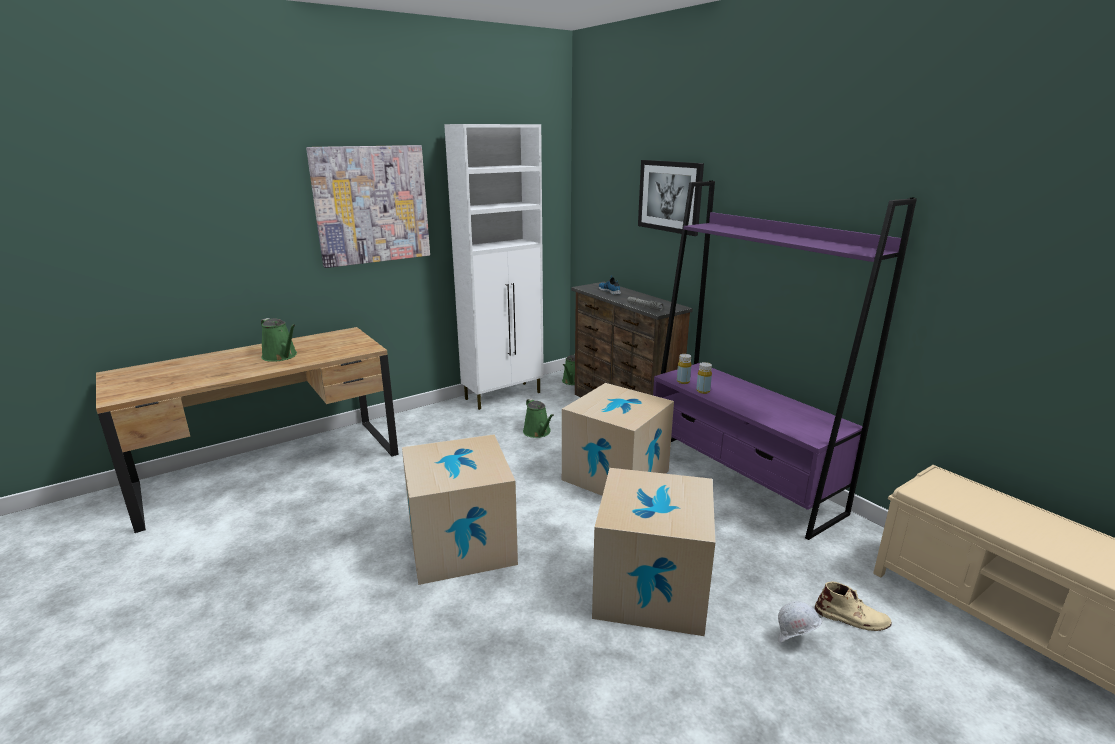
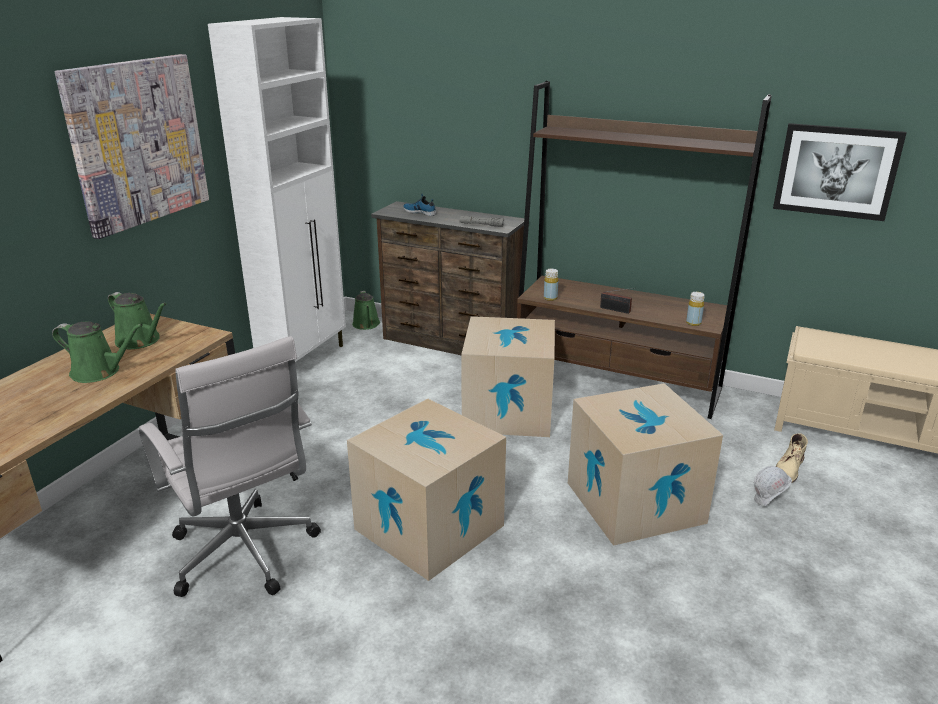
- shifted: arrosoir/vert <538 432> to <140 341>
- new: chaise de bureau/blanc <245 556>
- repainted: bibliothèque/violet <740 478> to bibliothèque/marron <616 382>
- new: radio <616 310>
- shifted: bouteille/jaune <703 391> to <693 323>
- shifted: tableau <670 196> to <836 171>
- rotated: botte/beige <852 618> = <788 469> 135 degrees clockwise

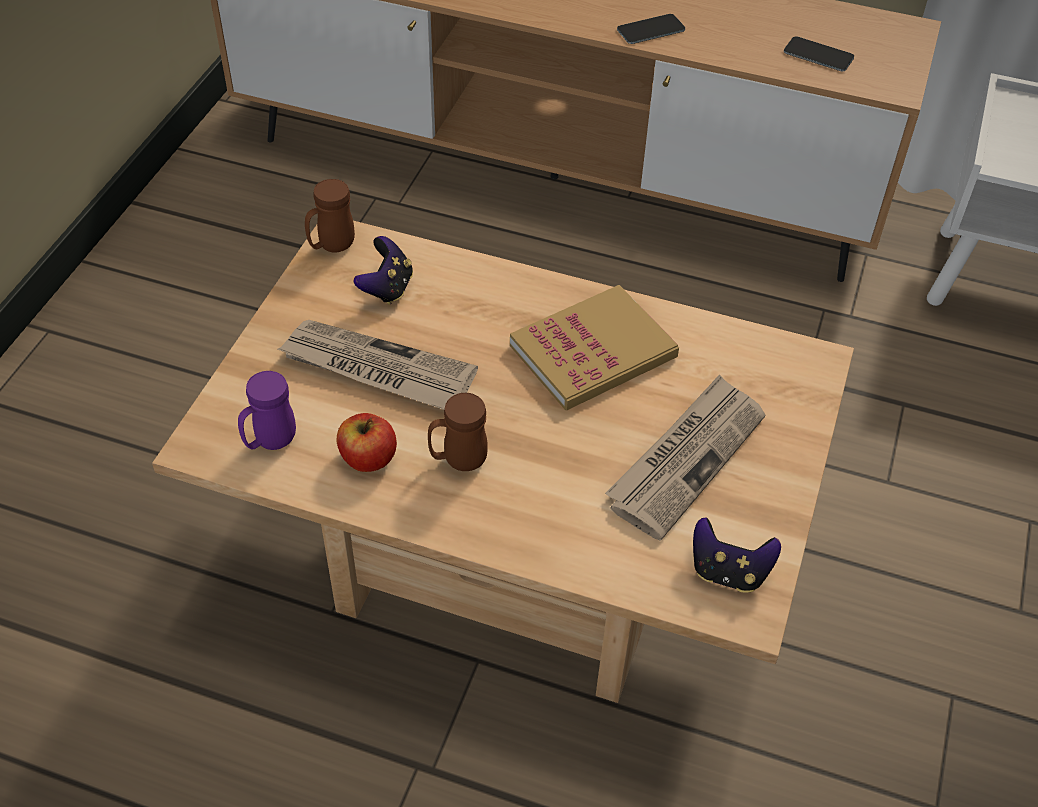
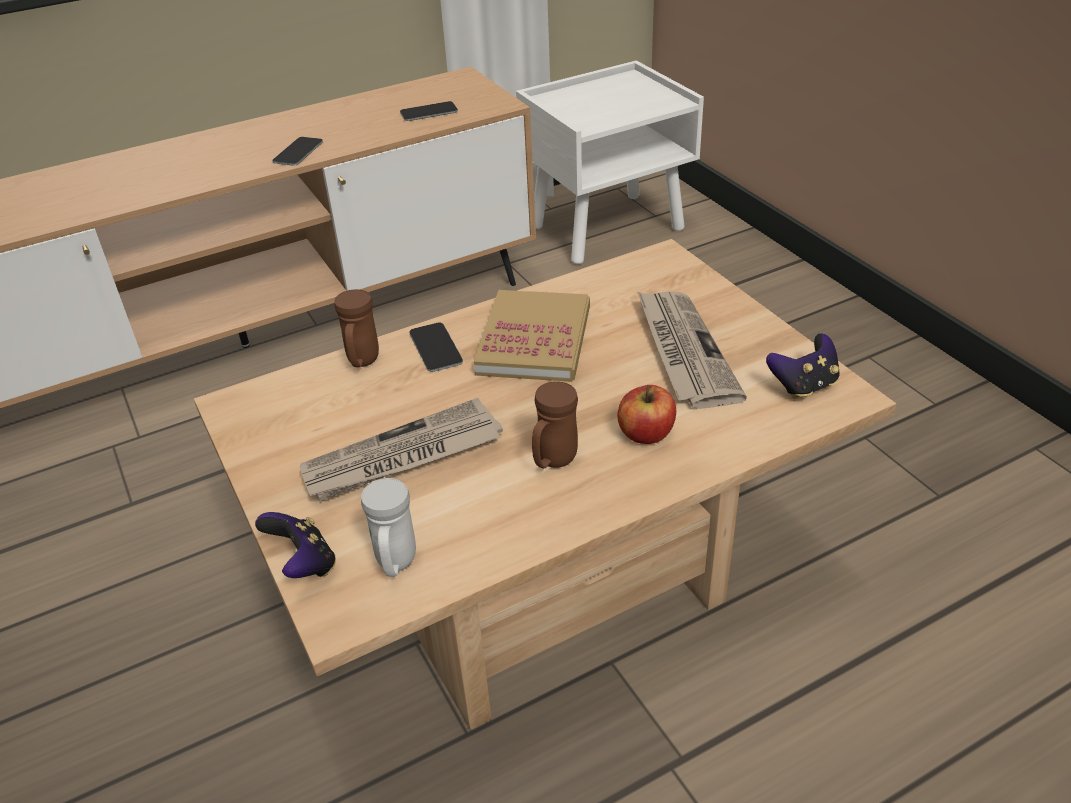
- shifted: manette <387 288> to <304 564>
- shifted: mug/marron <331 246> to <362 362>
- repainted: mug/violet <270 442> to mug/blanc <396 564>
- new: téléphone <435 348>
- shifted: pomme <368 458> to <646 434>

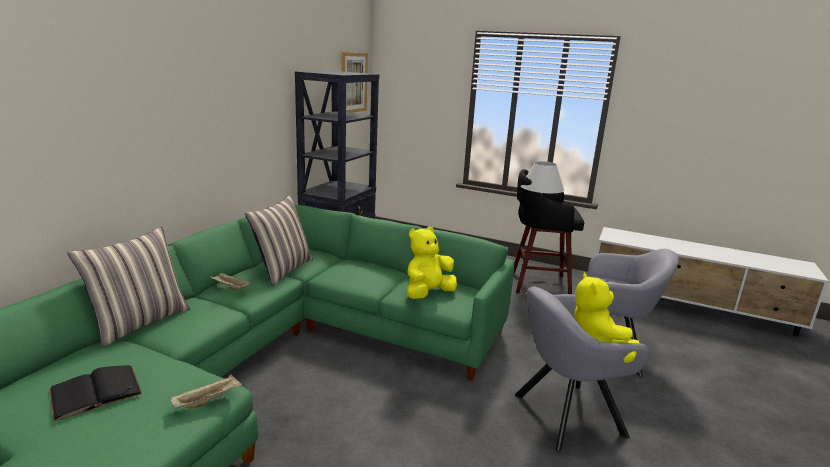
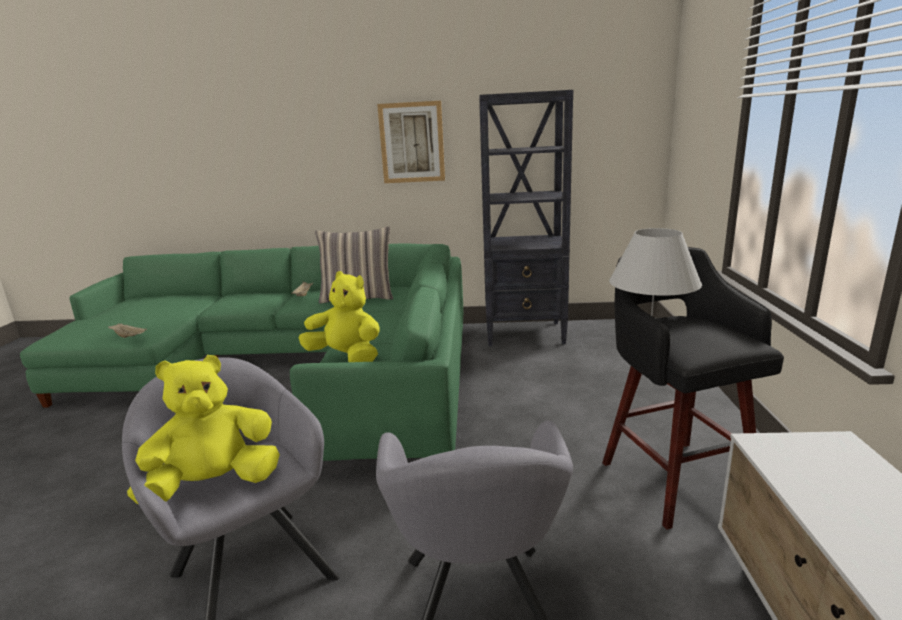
- shifted: tableau <354 82> to <412 142>
- gone: livre/noir <95 391>
- gone: coussin <140 322>

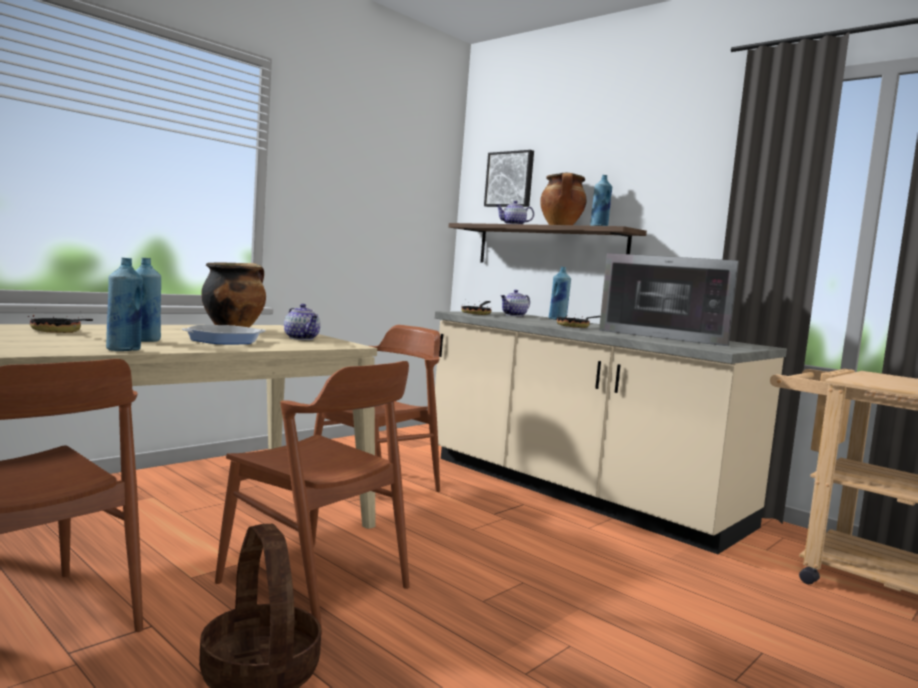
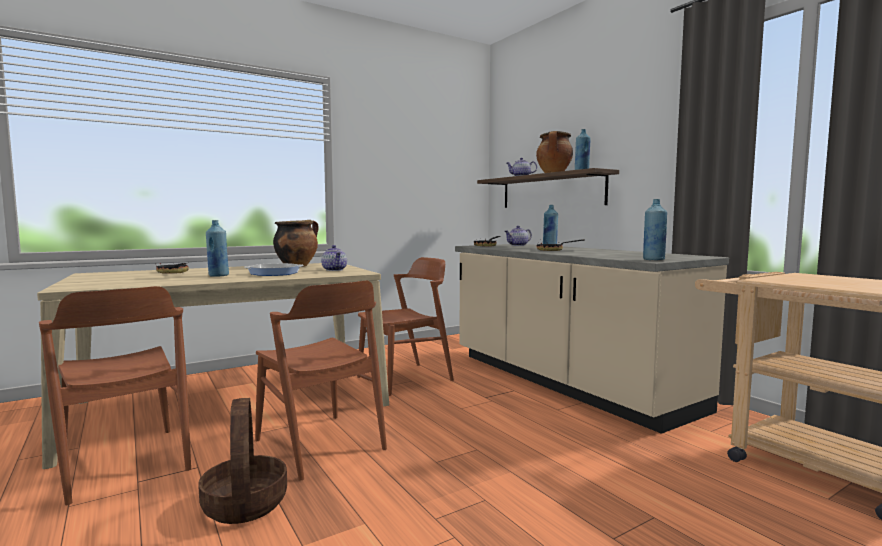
- shifted: bouteille/bleu <123 350> to <653 260>
- gone: tableau <510 179>
- gone: micro-ondes <670 336>

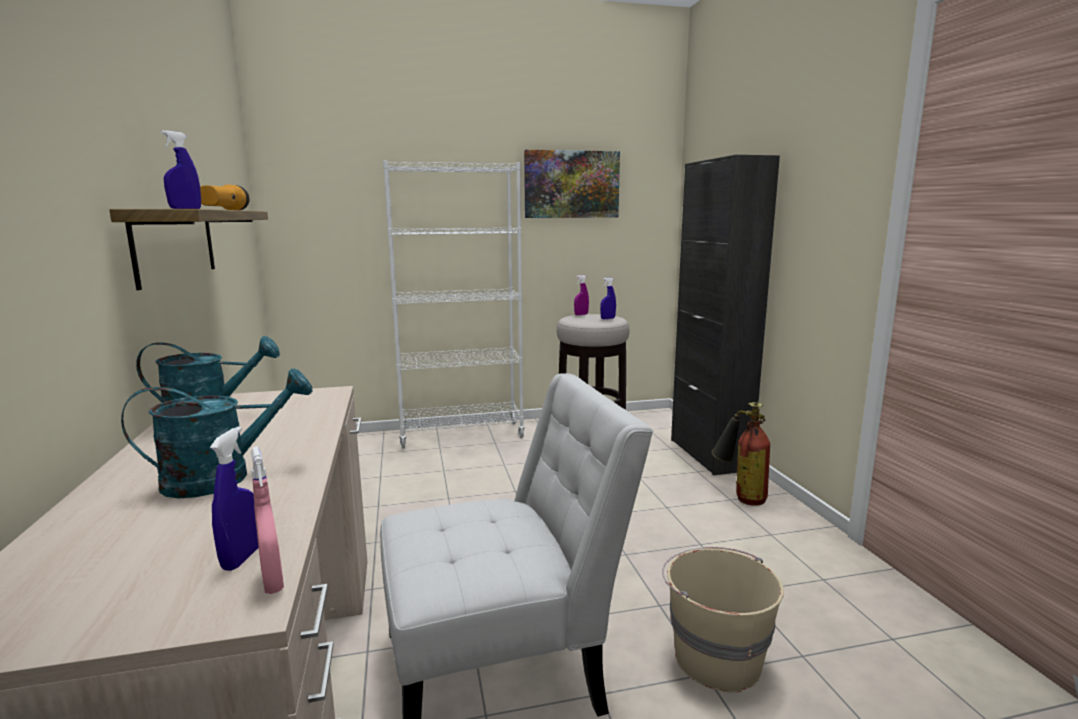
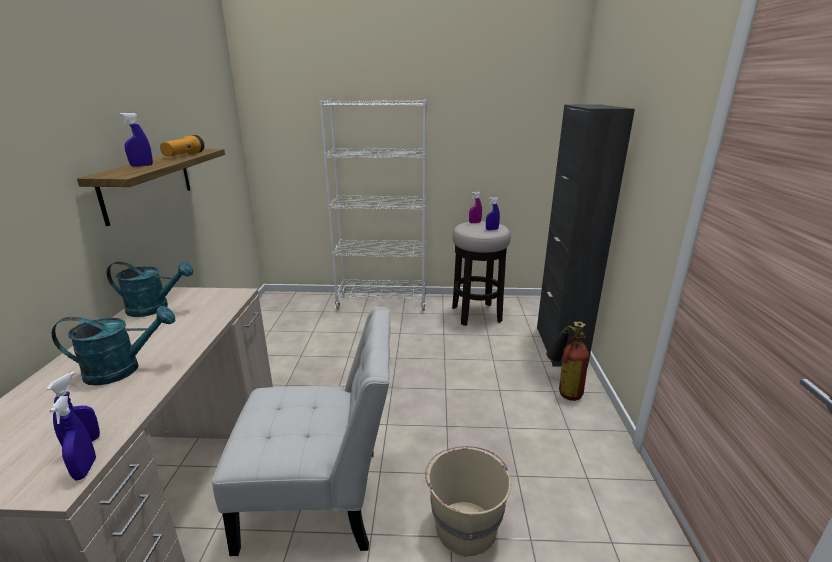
- repainted: vaporisateur/rose <272 582> to vaporisateur/bleu <85 469>
- gone: tableau <571 184>

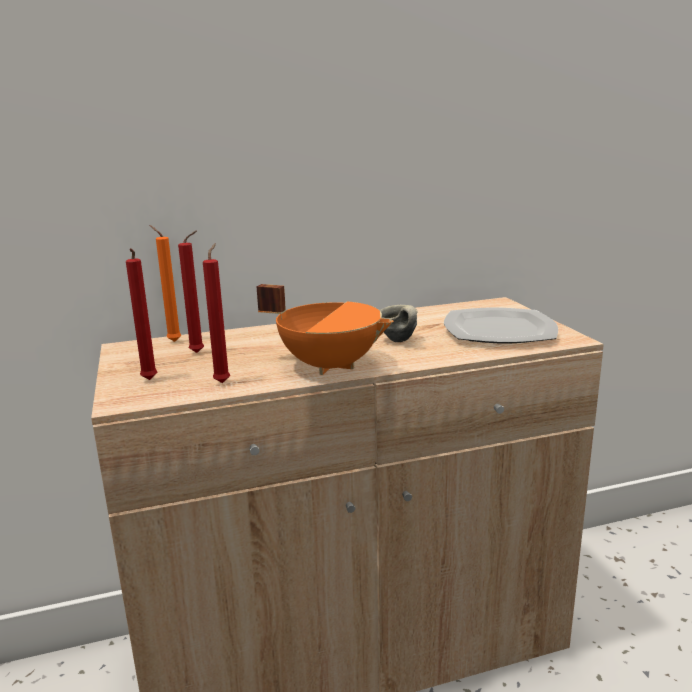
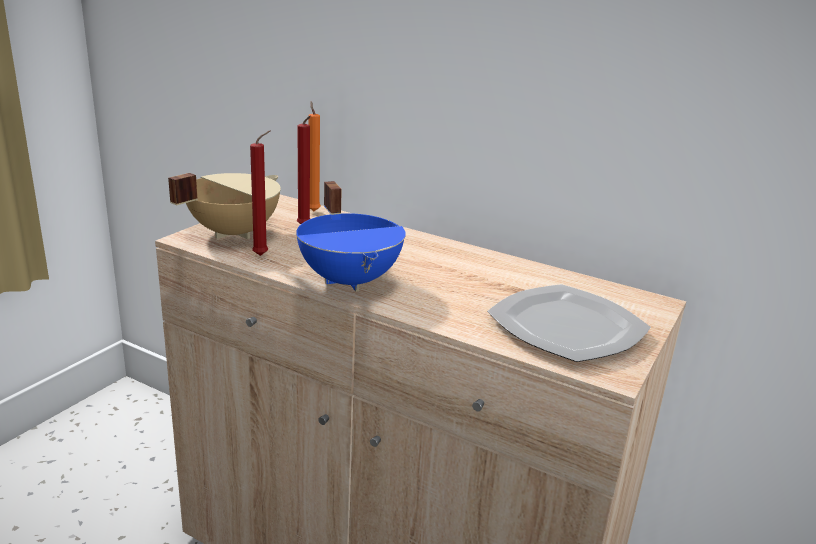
- swapped: bougie/rouge <149 381> to marmite/beige <232 232>
- repainted: marmite/orange <330 365> to marmite/bleu <351 280>
- gone: mug/gris <397 341>

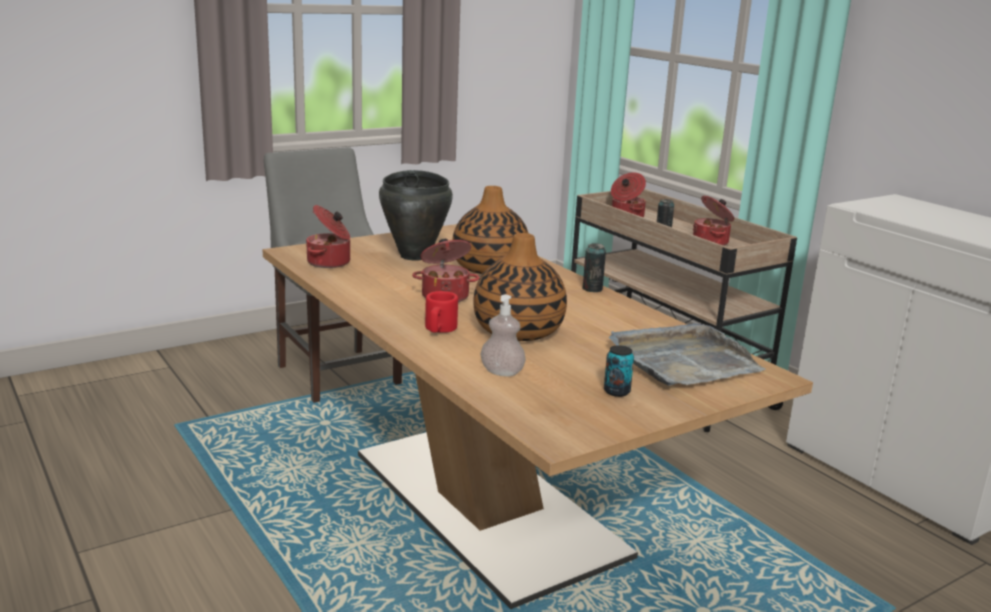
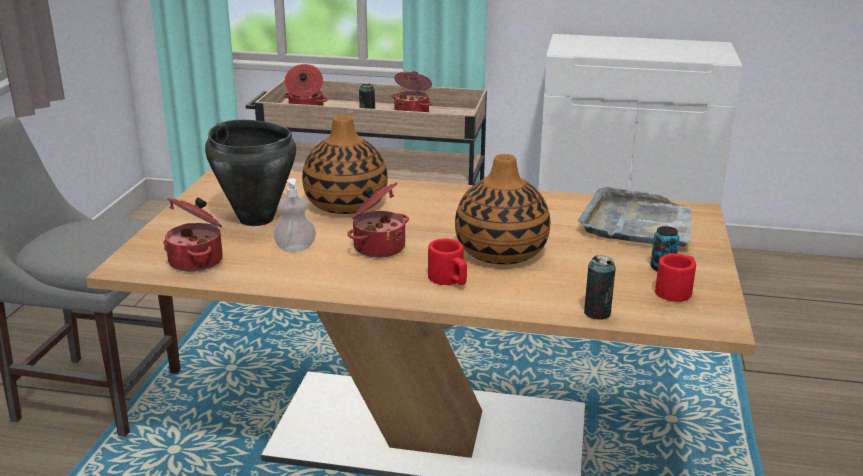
- shifted: distributeur de savon <502 372> to <295 248>
- shifted: boîte métallique <592 289> to <597 313>
- new: mug/rouge <676 290>

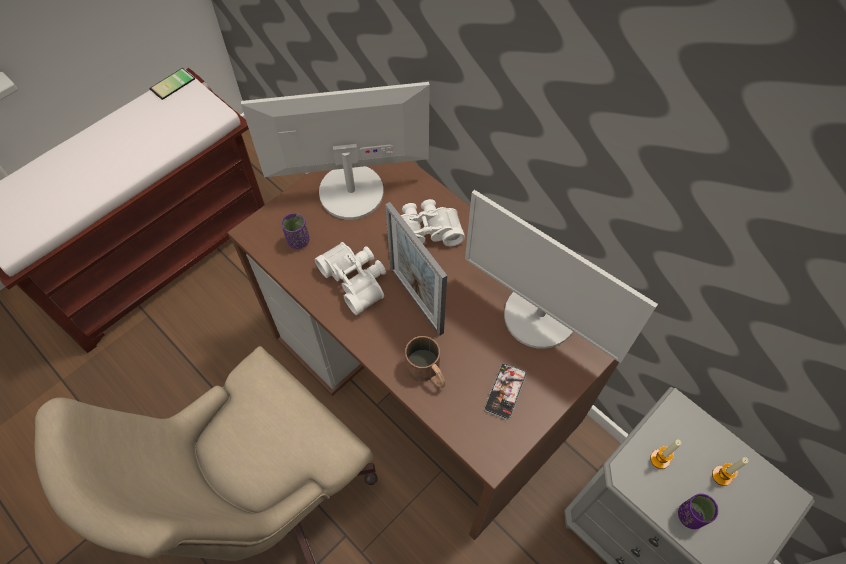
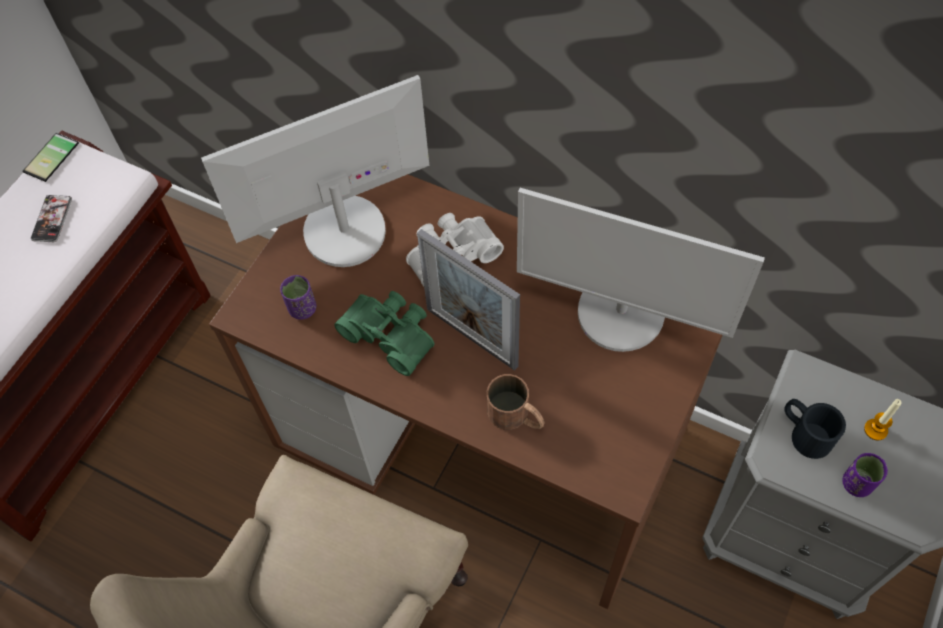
- shifted: téléphone <505 391> to <52 219>
- repainted: jumelles/blanc <356 279> to jumelles/vert <391 334>
- swapped: bougie <660 459> to mug/noir <804 433>

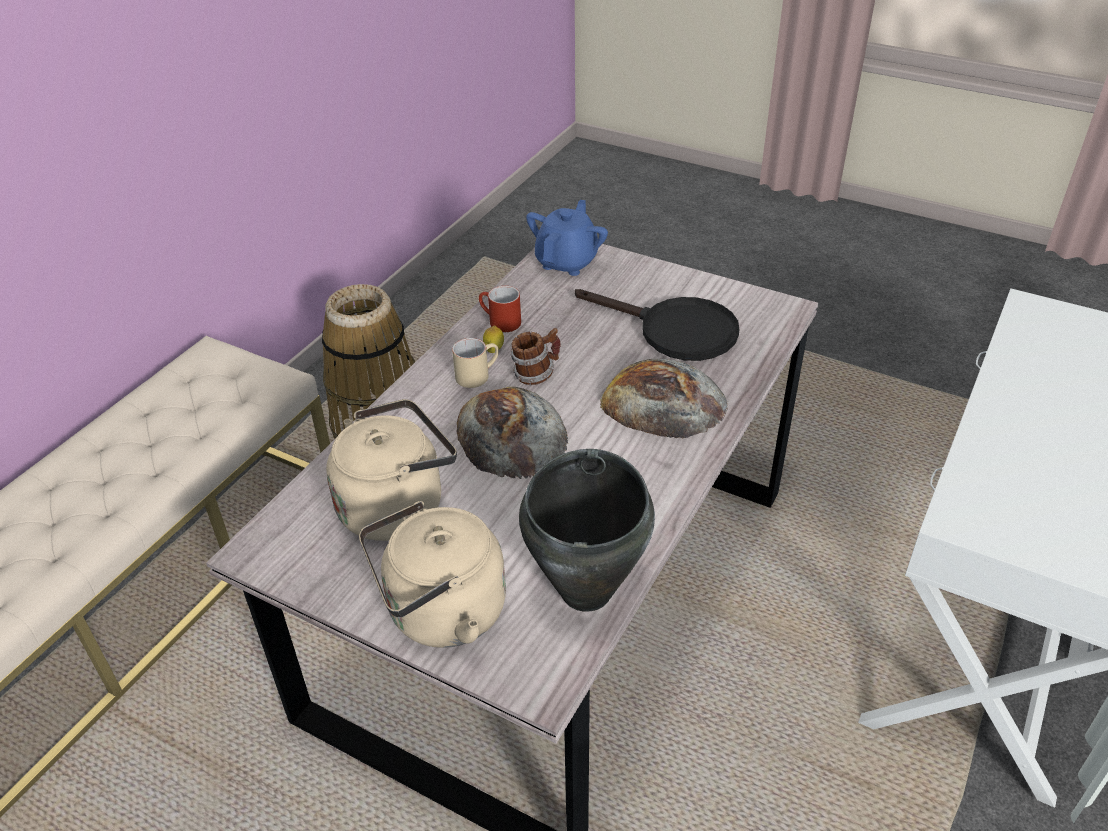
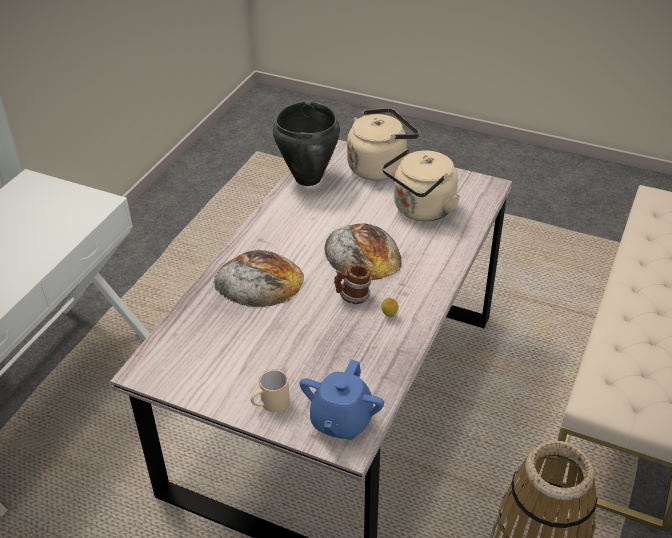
- shifted: mug/beige <477 374> to <271 404>
- gone: mug/rouge <499 322>
- gone: poêle/noir <675 331>

